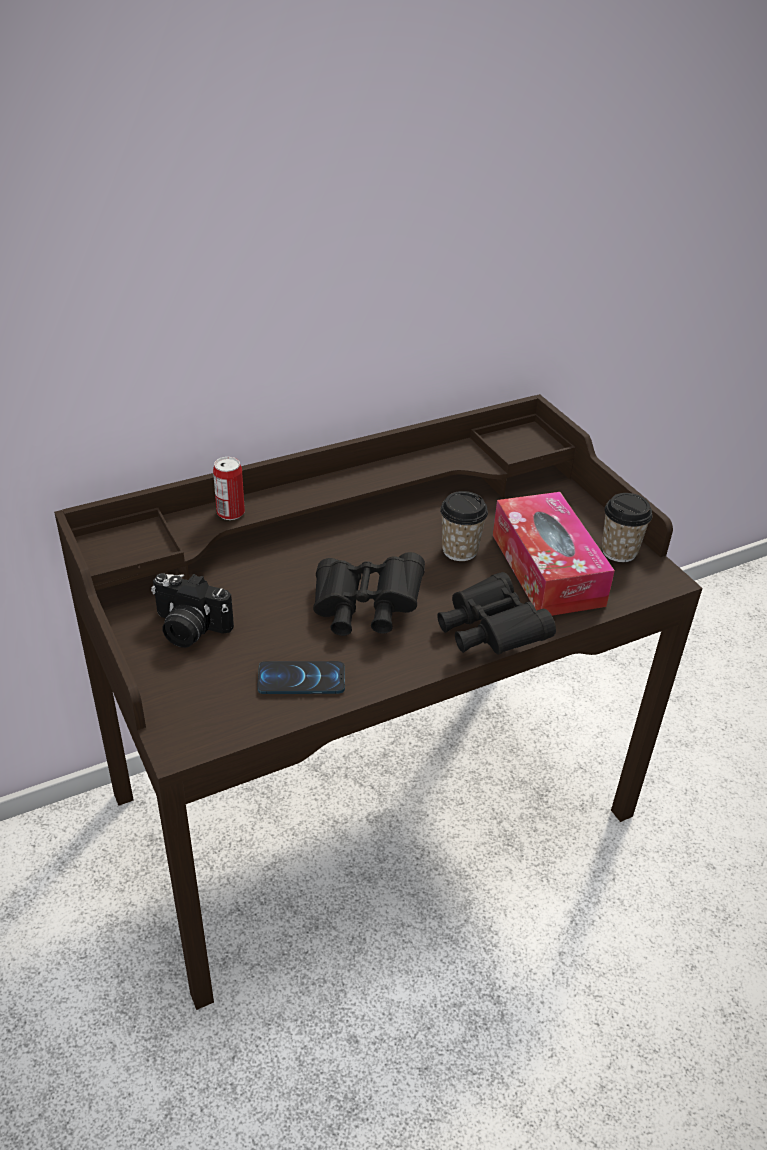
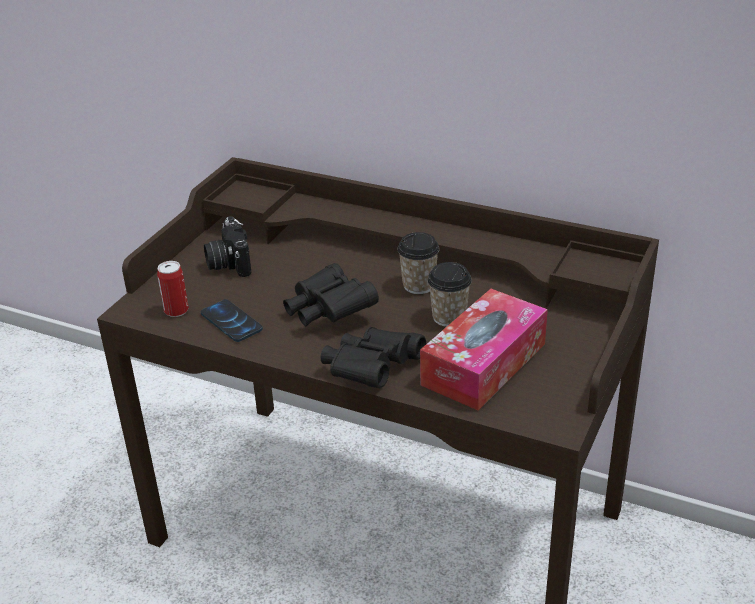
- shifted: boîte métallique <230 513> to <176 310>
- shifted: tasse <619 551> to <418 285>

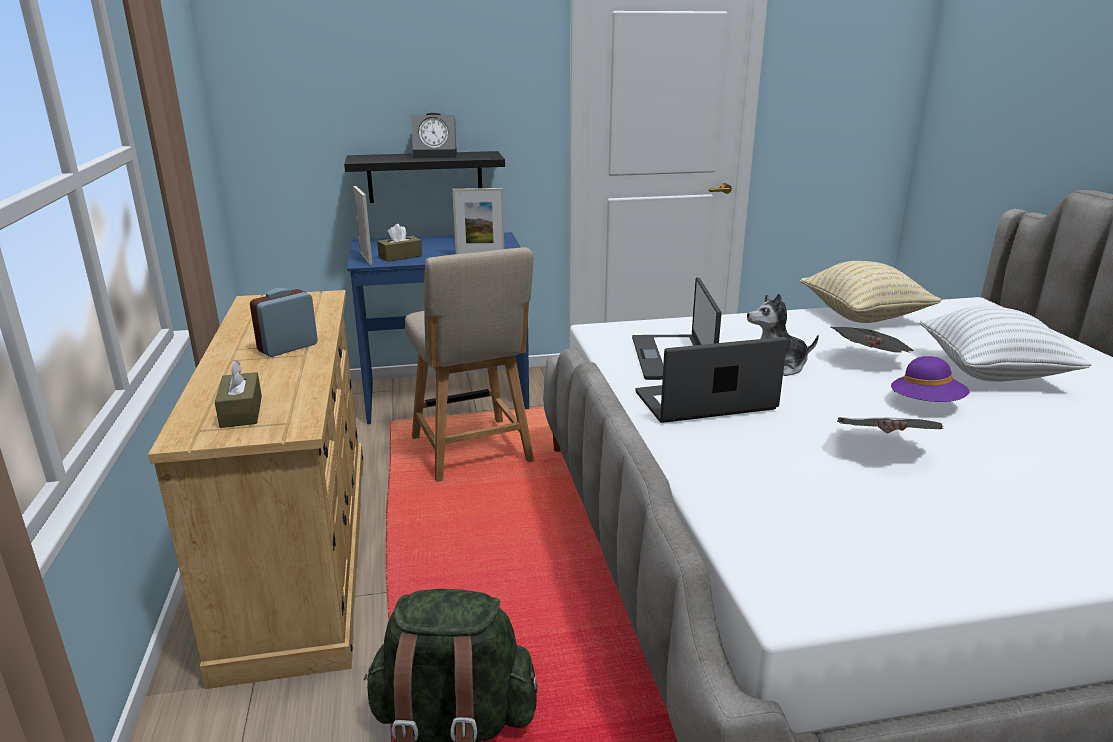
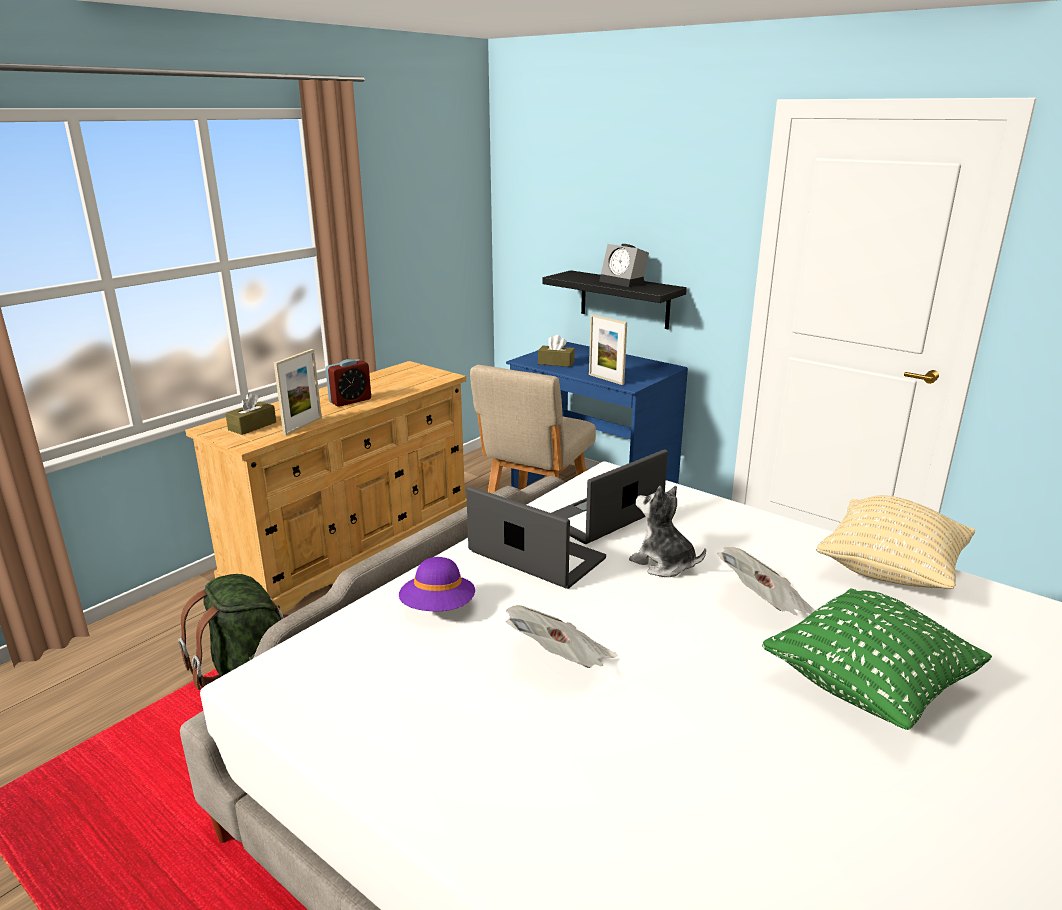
- shifted: cadre photo <366 258> to <303 426>
- rotated: réveil <288 347> = <350 401> 135 degrees clockwise
- shifted: chapeau/violet <926 404> to <438 608>
- repainted: coussin/blanc <992 373> to coussin/vert <867 687>

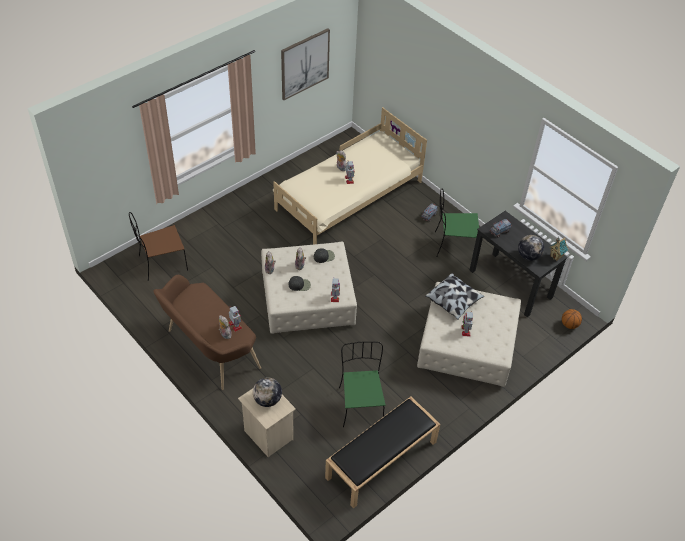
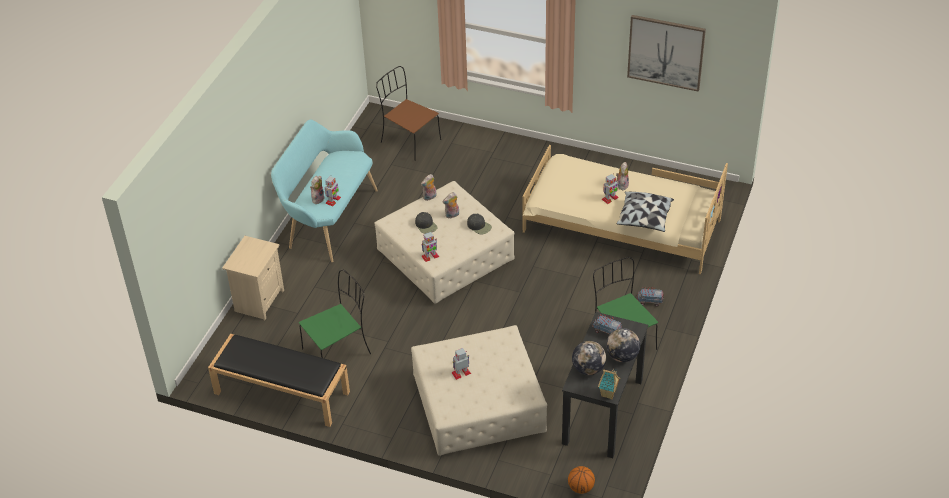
- repainted: banc/marron <209 350> to banc/turquoise <328 219>
- shifted: globe <267 400> to <622 356>
- shifted: coussin <454 301> to <644 218>

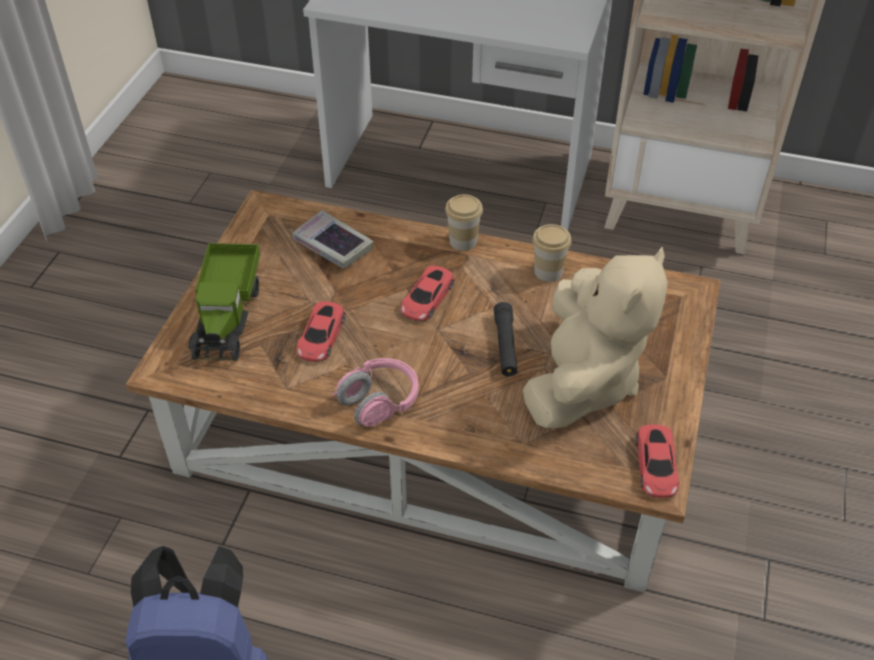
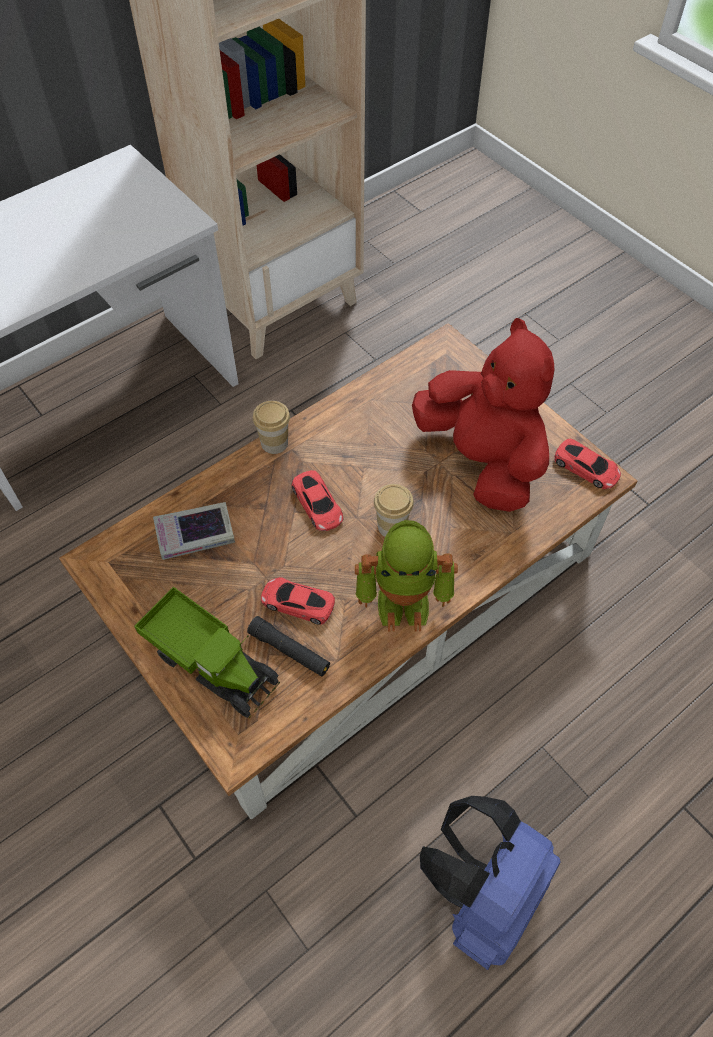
- shifted: lampe de poche/noir <505 345> to <289 651>
- rotated: petite voiture/rouge <321 336> = <298 603> 150 degrees clockwise
- swapped: casque audio/rose <379 402> to robot jouet <404 601>
- shifted: tasse <548 271> to <392 526>
- repainted: peluche/beige <583 382> to peluche/rouge <482 460>

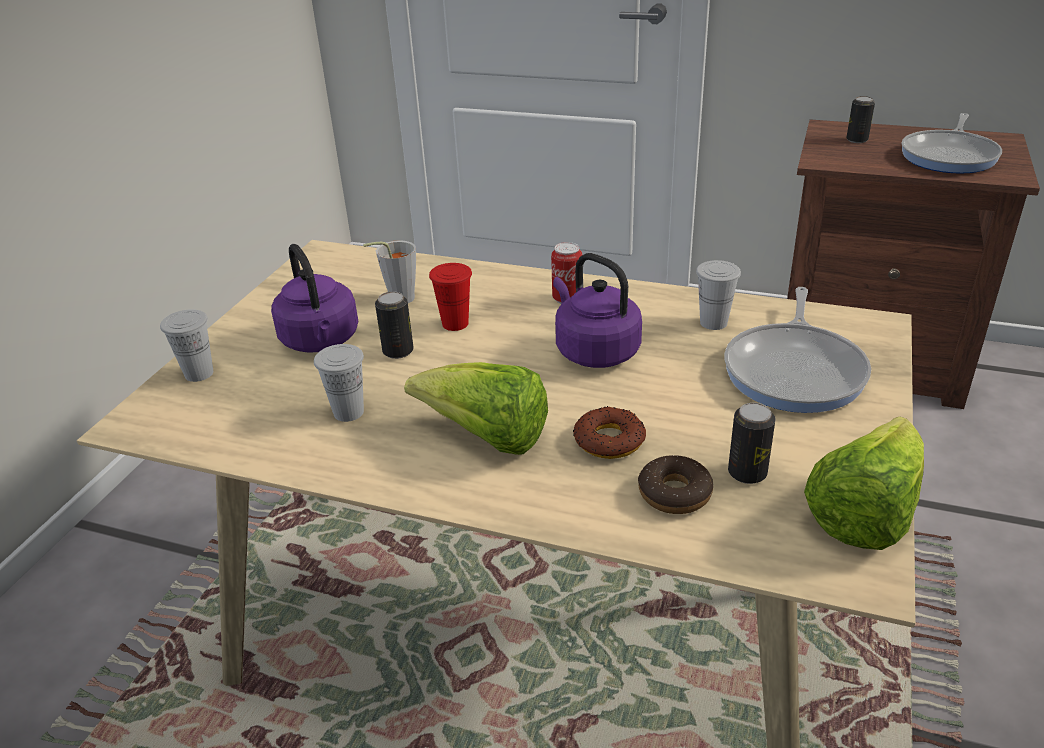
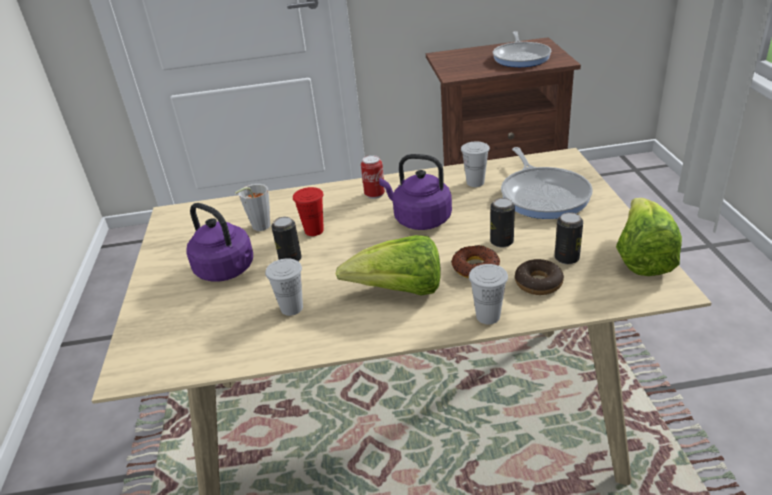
- shifted: tasse/blanc <199 373> to <488 316>
- shifted: boîte métallique <857 140> to <501 242>

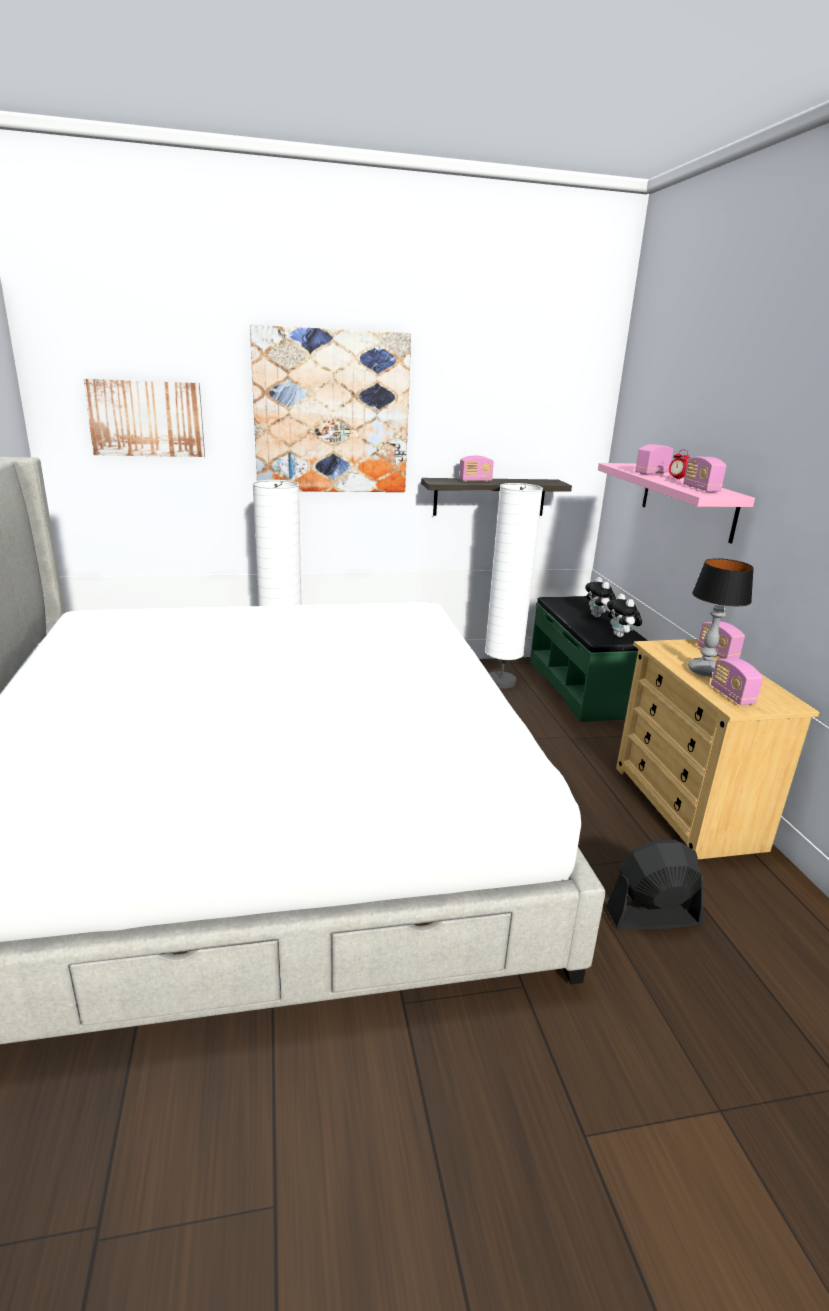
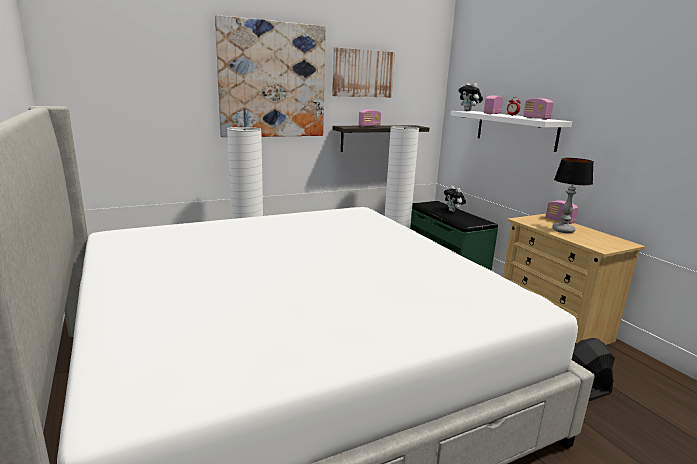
- shifted: tableau <147 418> to <363 73>
- repainted: étagère/rose <687 501> to étagère/blanc <515 130>
- shifted: peluche <620 636> to <468 111>
- gone: radio <732 695>

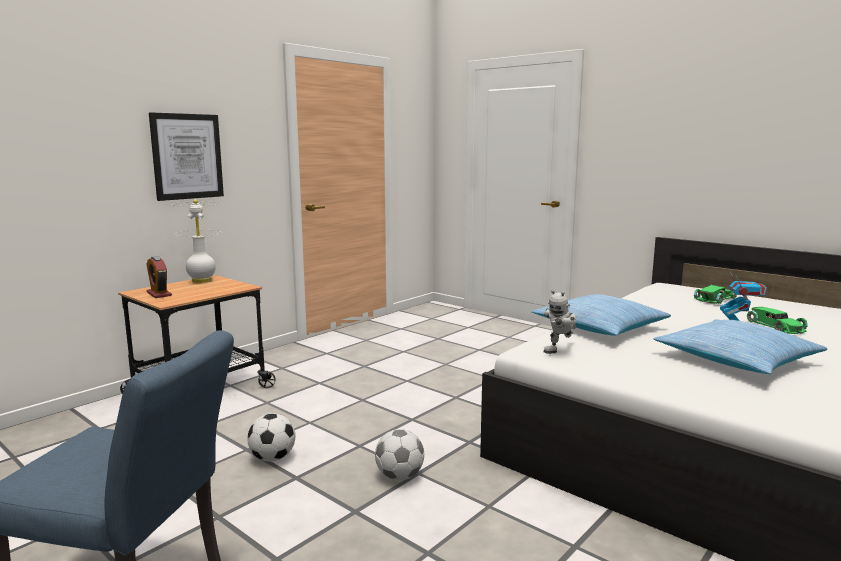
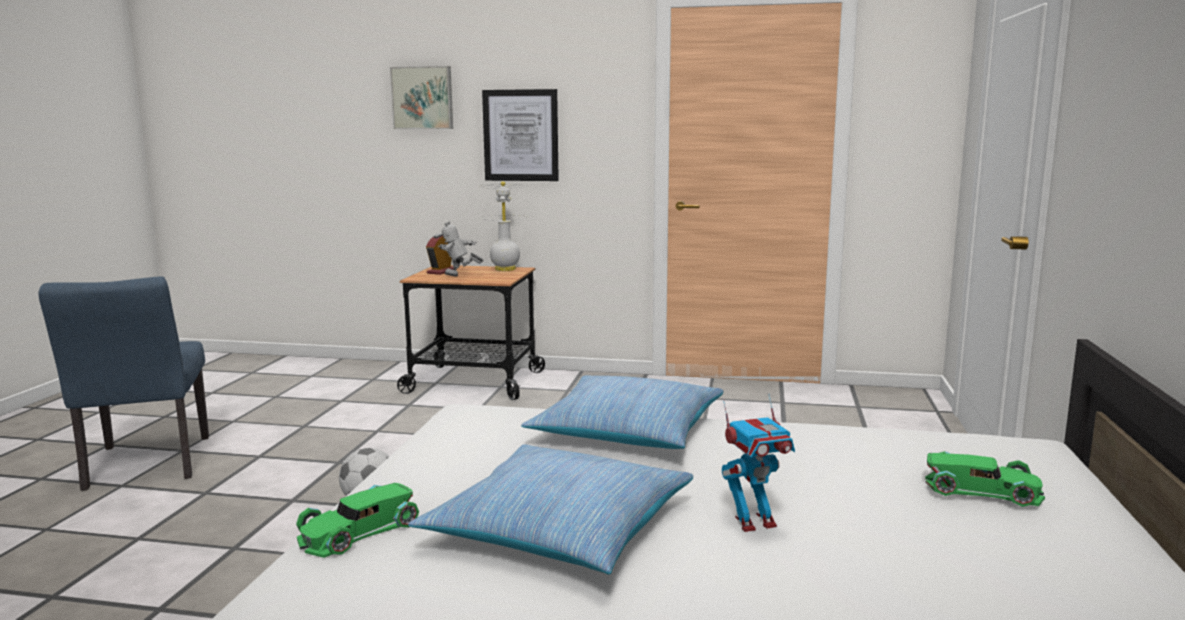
- shifted: petite voiture/vert <775 326> to <357 530>
- new: tableau <423 98>
- shifted: robot jouet <560 351> to <460 277>
- gone: ballon de foot <272 458>

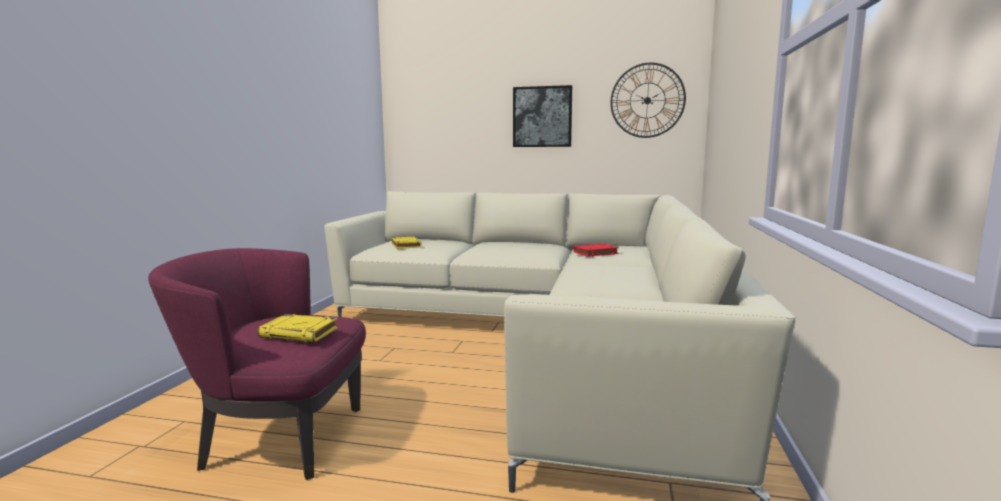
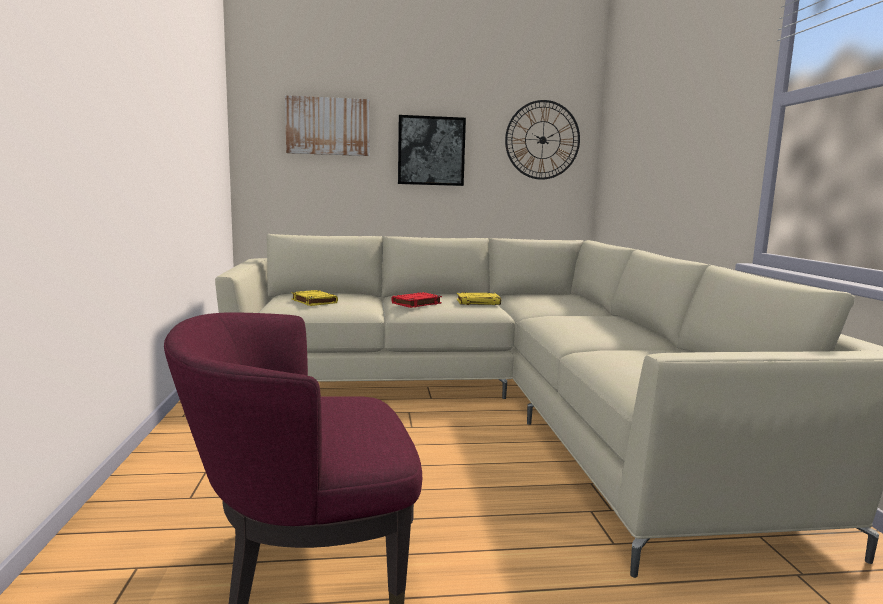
- new: tableau <328 126>
- shifted: livre/rouge <595 253> to <416 303>
- shifted: livre/jaune <300 333> to <478 302>

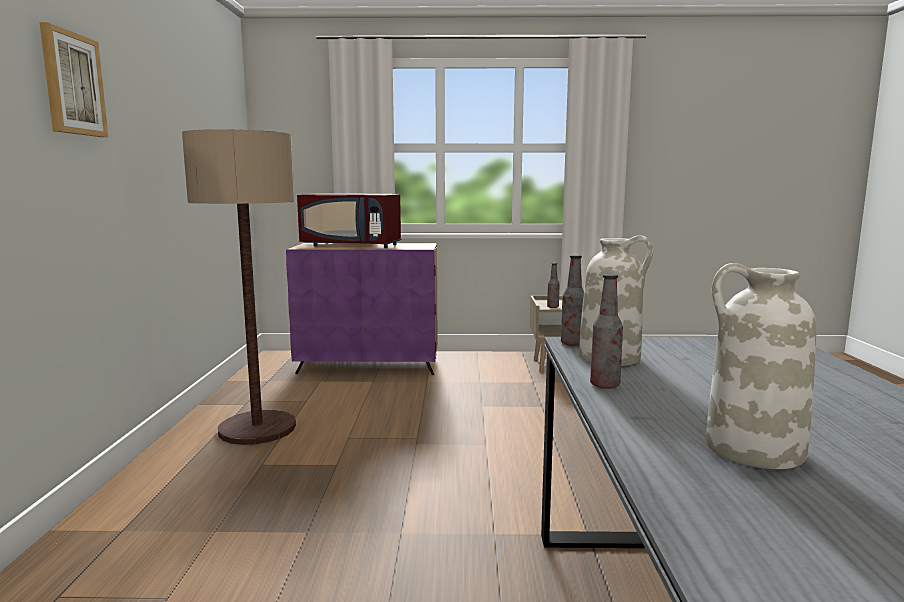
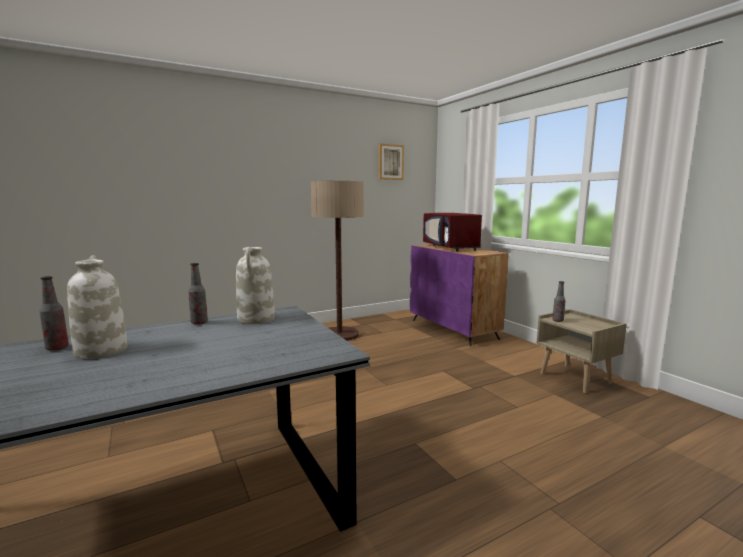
- shifted: bouteille <572 343> to <57 348>
- shifted: tableau <72 84> to <390 162>

